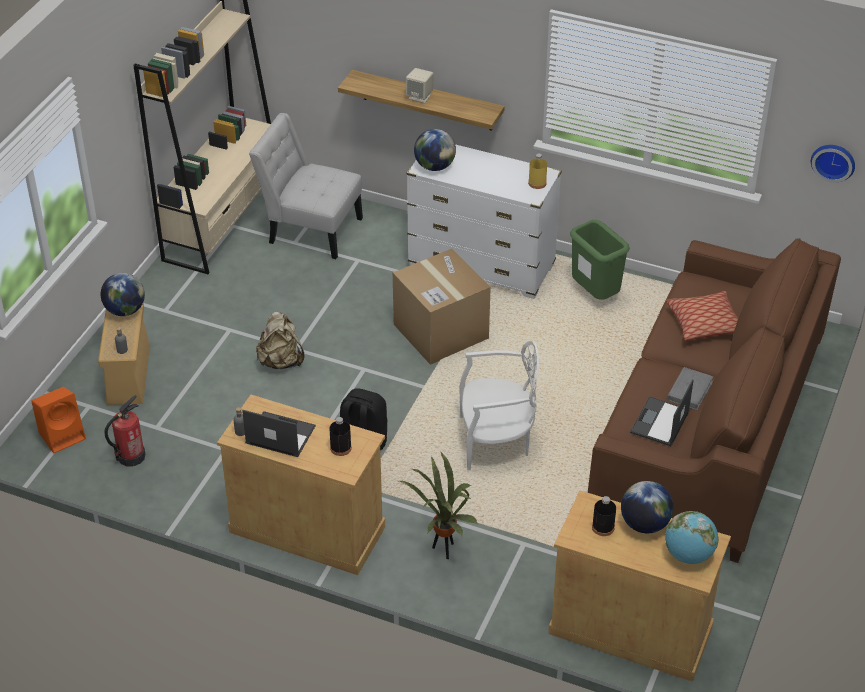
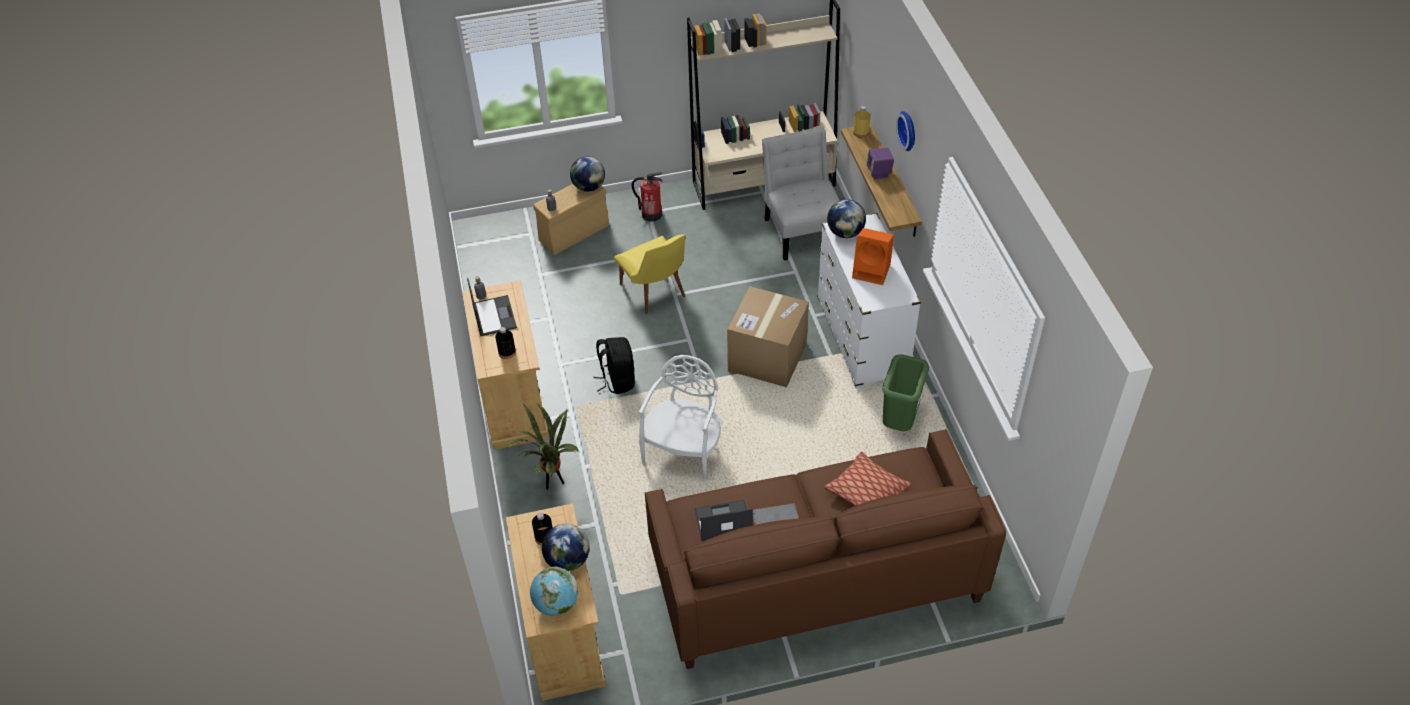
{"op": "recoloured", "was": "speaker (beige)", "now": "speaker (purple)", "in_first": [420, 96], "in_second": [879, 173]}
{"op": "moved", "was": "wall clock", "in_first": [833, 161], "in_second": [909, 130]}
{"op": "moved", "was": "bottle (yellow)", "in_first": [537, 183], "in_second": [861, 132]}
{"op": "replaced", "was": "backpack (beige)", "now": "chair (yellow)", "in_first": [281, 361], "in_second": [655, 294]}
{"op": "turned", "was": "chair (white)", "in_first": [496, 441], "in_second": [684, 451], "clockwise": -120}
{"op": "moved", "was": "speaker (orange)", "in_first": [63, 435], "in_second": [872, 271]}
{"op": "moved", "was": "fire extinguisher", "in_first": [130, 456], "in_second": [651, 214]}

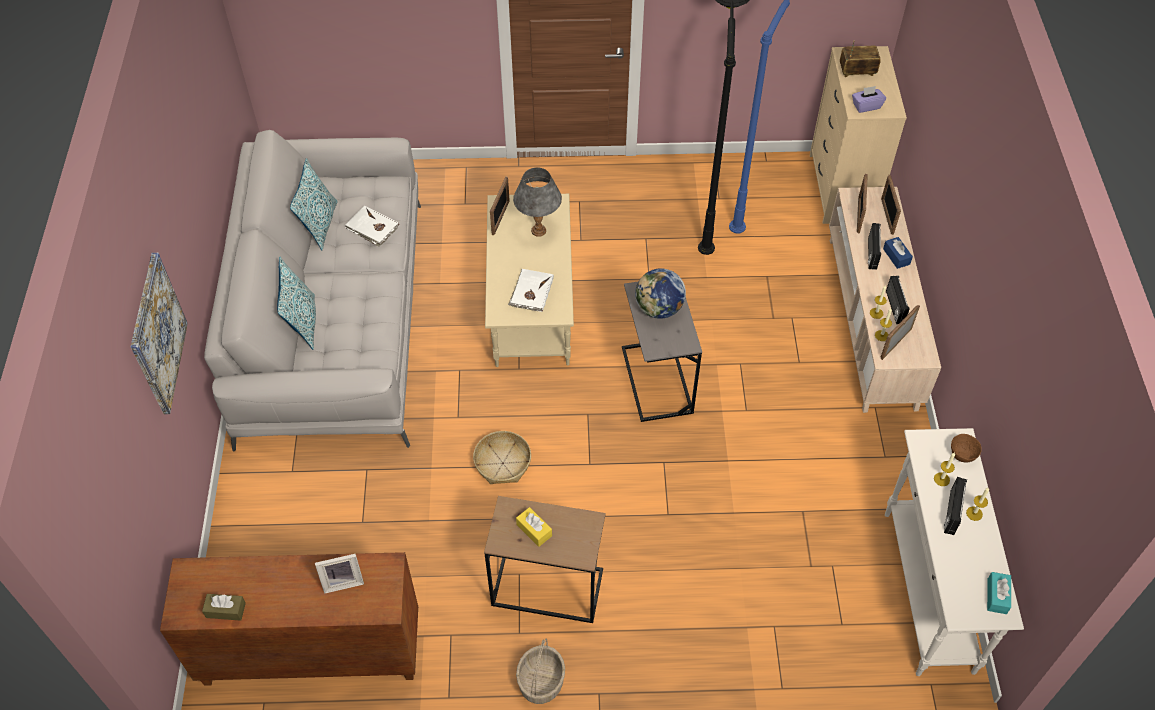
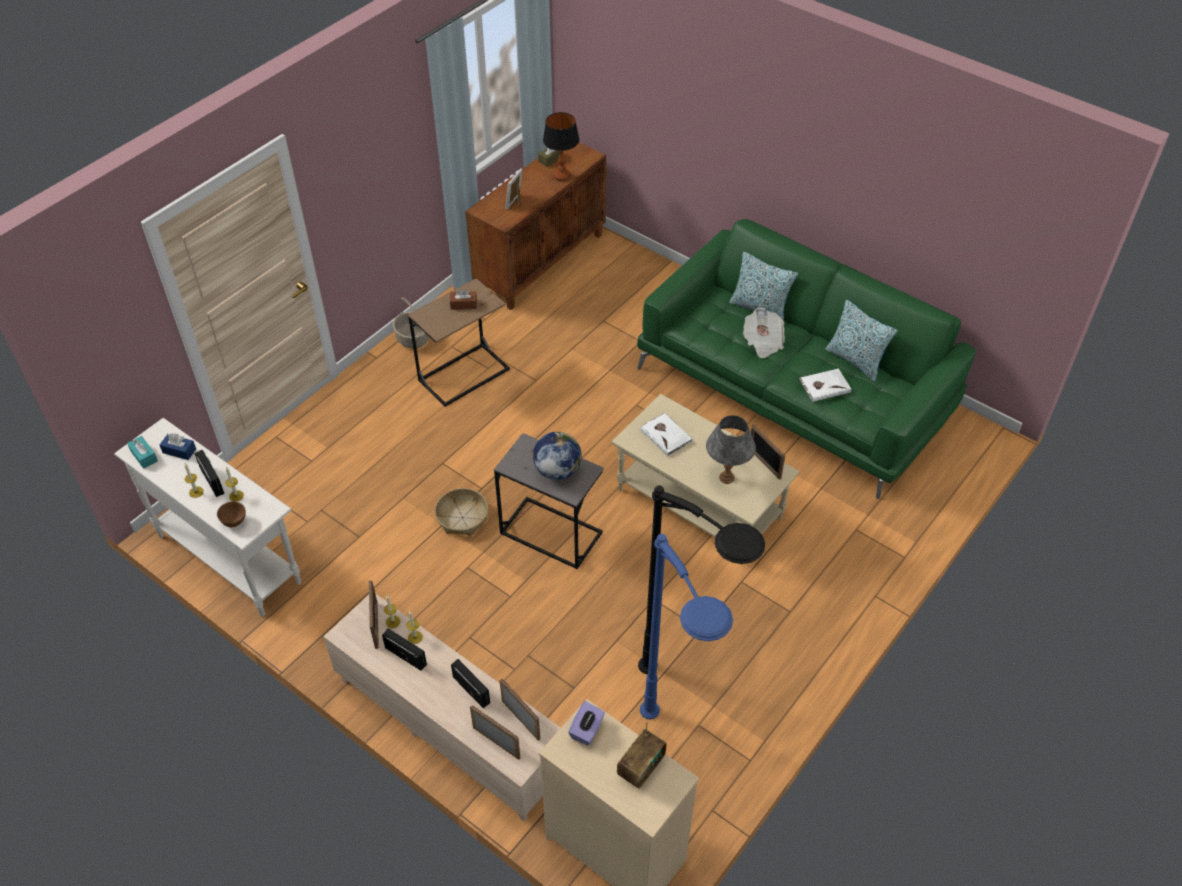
{"op": "recoloured", "was": "sofa (grey)", "now": "sofa (green)", "in_first": [334, 317], "in_second": [795, 389]}
{"op": "moved", "was": "tissue box (blue)", "in_first": [896, 256], "in_second": [179, 451]}
{"op": "removed", "was": "picture", "in_first": [157, 334]}
{"op": "moved", "was": "basket", "in_first": [502, 463], "in_second": [462, 517]}
{"op": "recoloured", "was": "tissue box (yellow)", "now": "tissue box (brown)", "in_first": [534, 530], "in_second": [463, 304]}
{"op": "added", "now": "table lamp", "in_second": [561, 176]}
{"op": "added", "now": "newspaper", "in_second": [763, 342]}

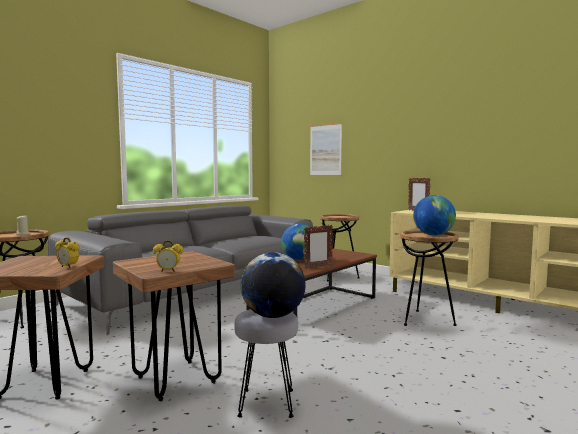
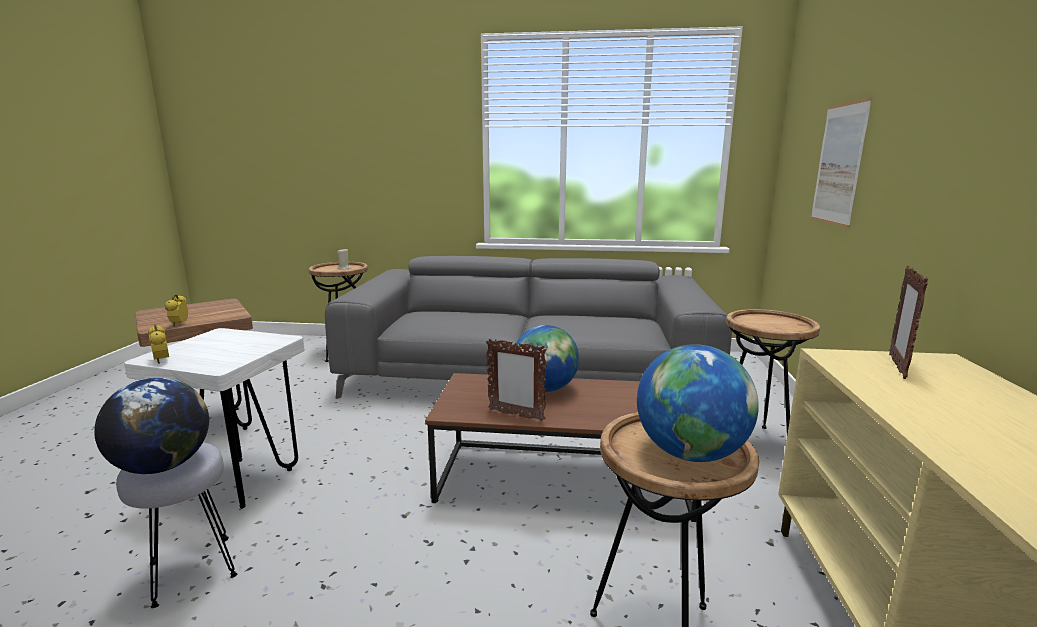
{"op": "recoloured", "was": "stool (brown)", "now": "stool (white)", "in_first": [176, 379], "in_second": [241, 481]}

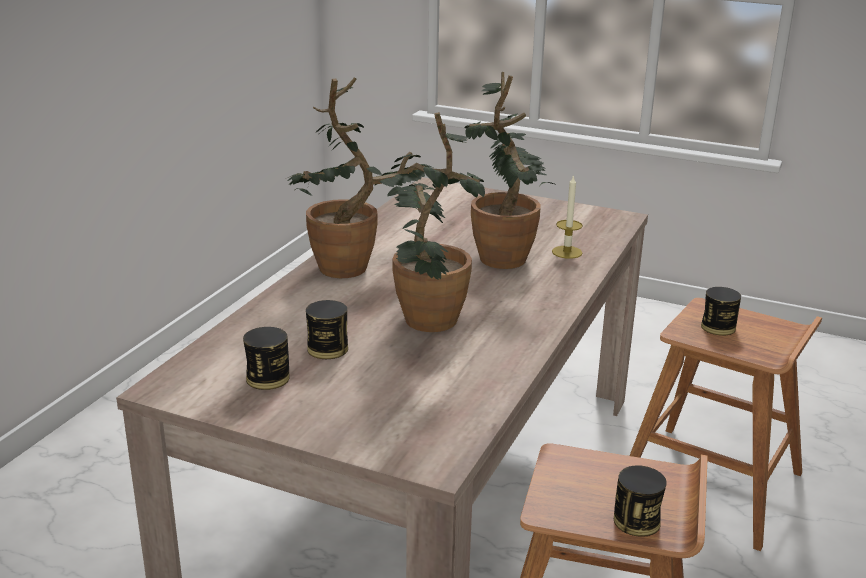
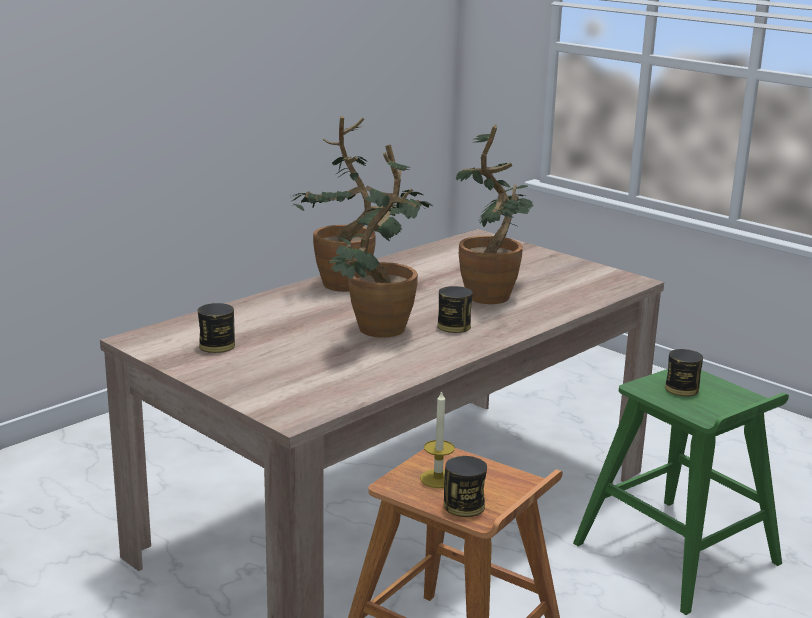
{"op": "moved", "was": "candle", "in_first": [567, 252], "in_second": [438, 479]}
{"op": "recoloured", "was": "stool (brown)", "now": "stool (green)", "in_first": [712, 485], "in_second": [678, 554]}
{"op": "moved", "was": "can", "in_first": [327, 349], "in_second": [454, 326]}

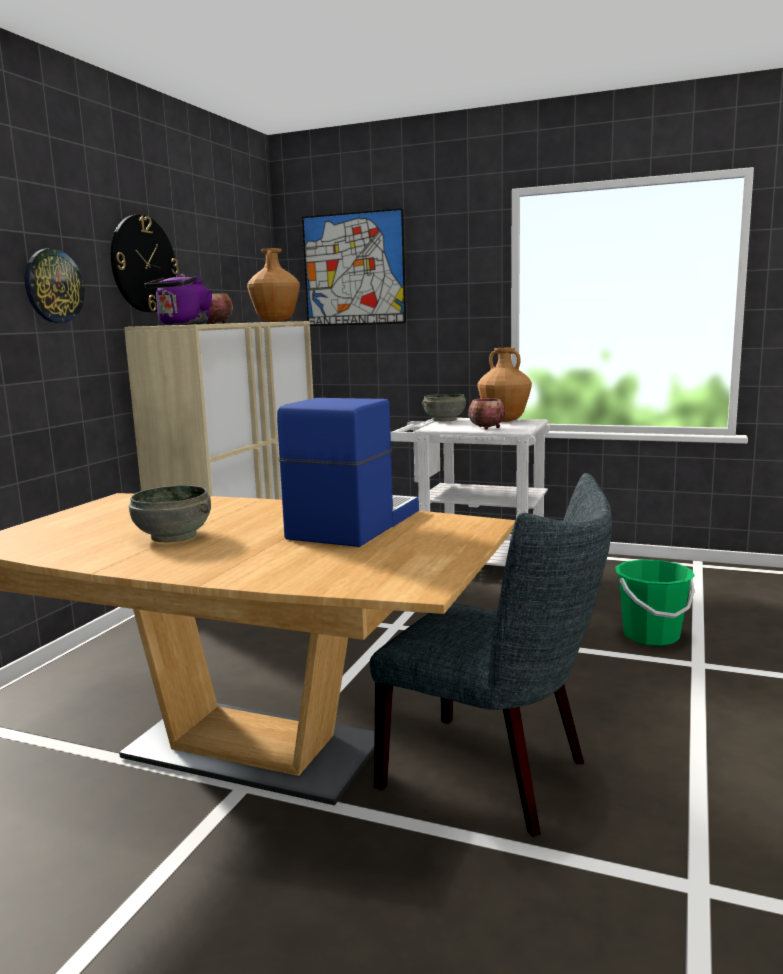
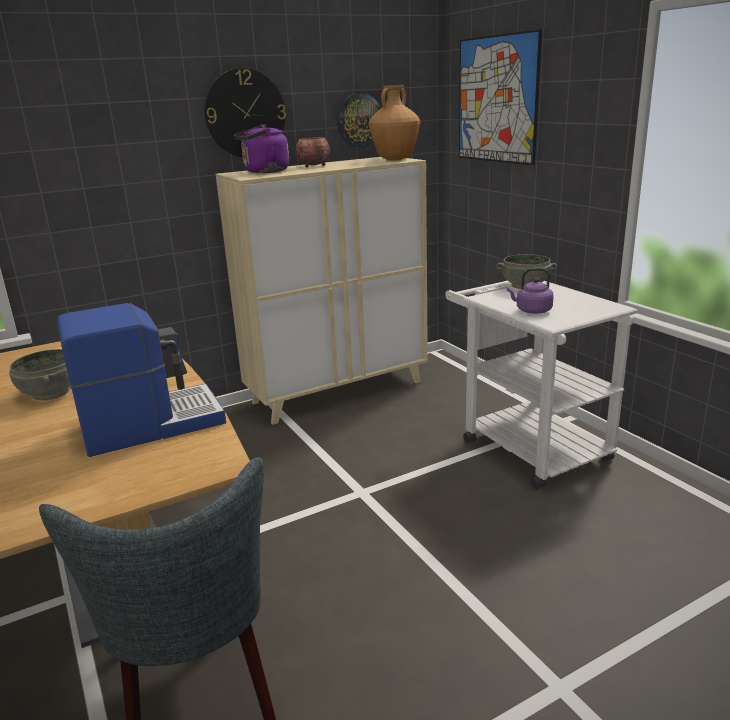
{"op": "moved", "was": "wall clock", "in_first": [53, 286], "in_second": [359, 120]}
{"op": "removed", "was": "vase (brown)", "in_first": [504, 420]}
{"op": "replaced", "was": "bowl", "now": "kettle (purple)", "in_first": [486, 428], "in_second": [531, 311]}
{"op": "removed", "was": "bucket (green)", "in_first": [651, 636]}

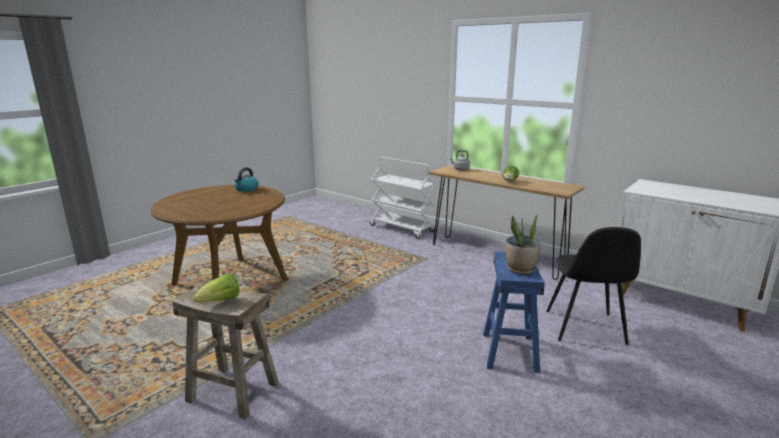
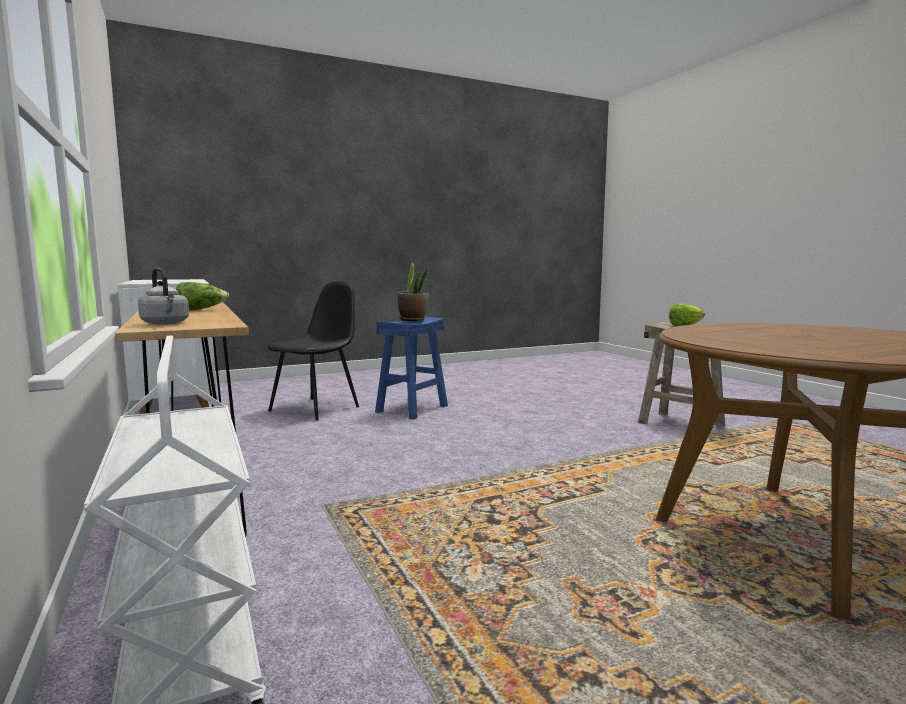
{"op": "removed", "was": "kettle", "in_first": [246, 189]}

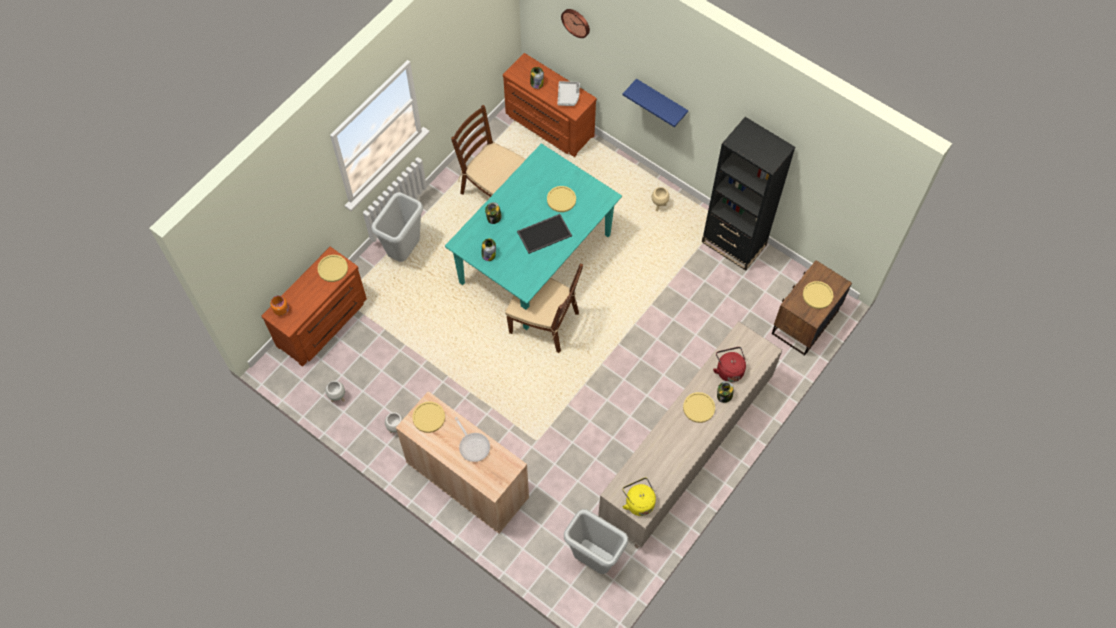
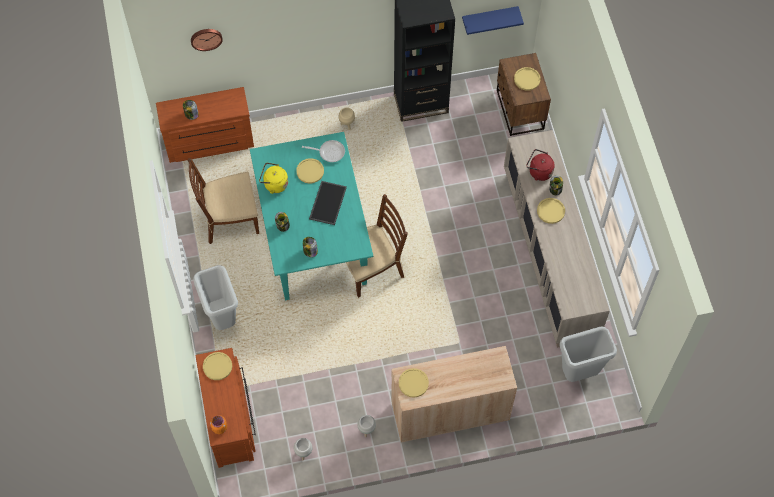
{"op": "moved", "was": "shelf (blue)", "in_first": [661, 101], "in_second": [489, 17]}
{"op": "removed", "was": "tray (grey)", "in_first": [568, 96]}
{"op": "moved", "was": "frying pan", "in_first": [473, 445], "in_second": [329, 152]}
{"op": "moved", "was": "kettle (yellow)", "in_first": [638, 502], "in_second": [274, 184]}

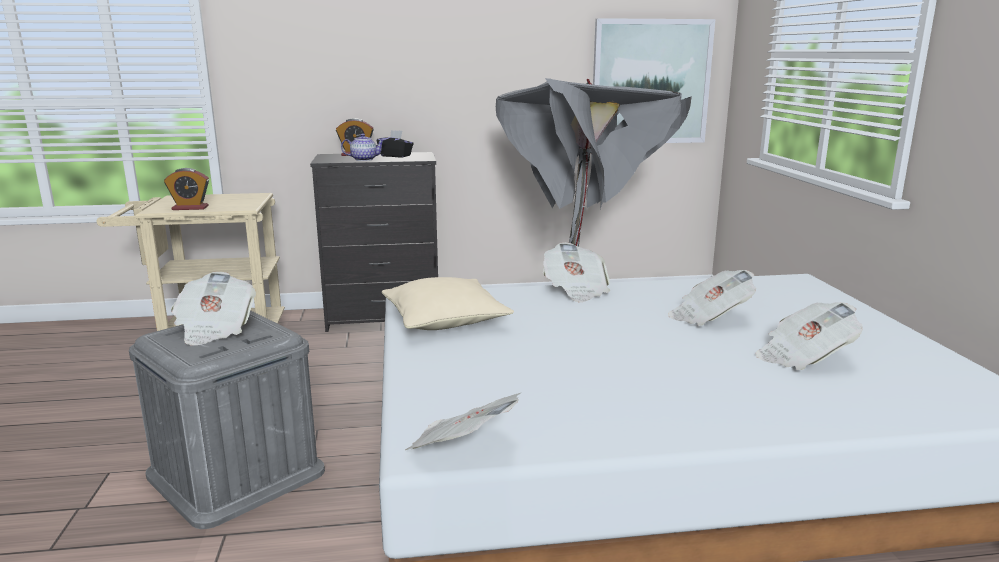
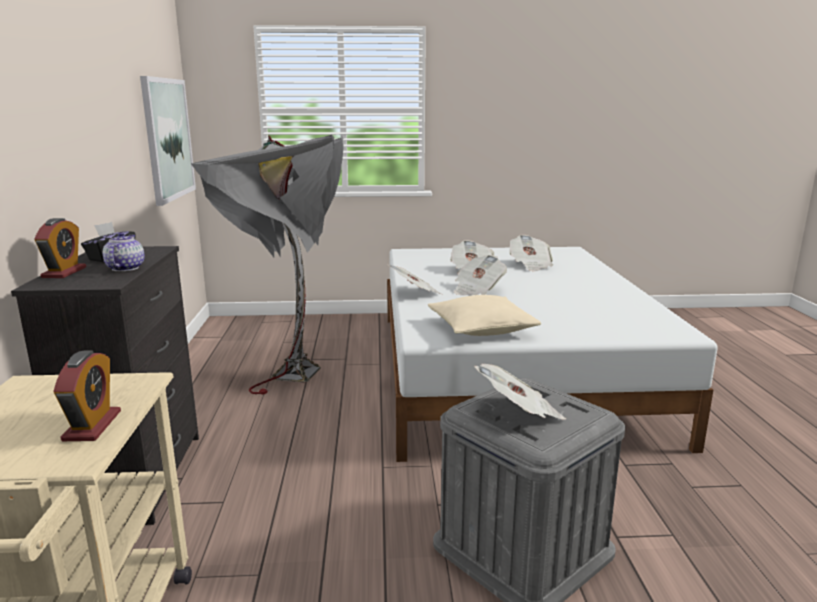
{"op": "moved", "was": "newspaper", "in_first": [463, 449], "in_second": [477, 290]}

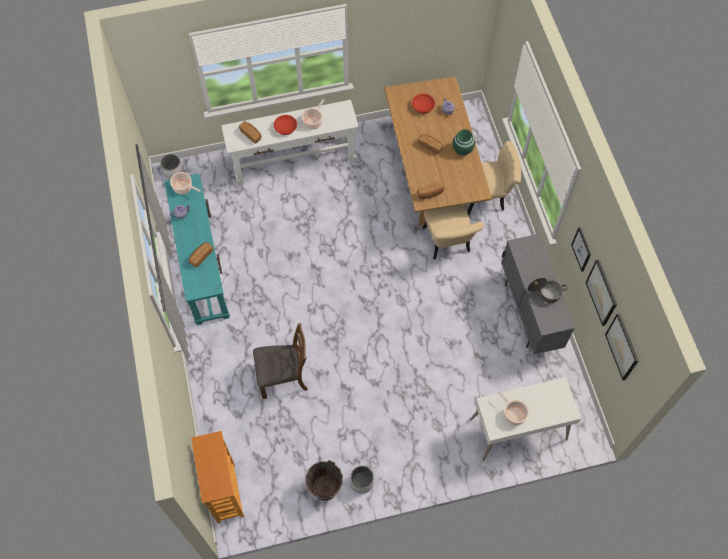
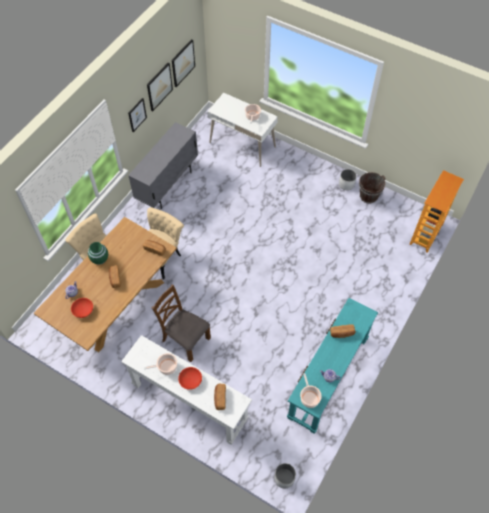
{"op": "removed", "was": "cooking pot", "in_first": [544, 292]}
{"op": "moved", "was": "chair (brown)", "in_first": [283, 377], "in_second": [185, 339]}

